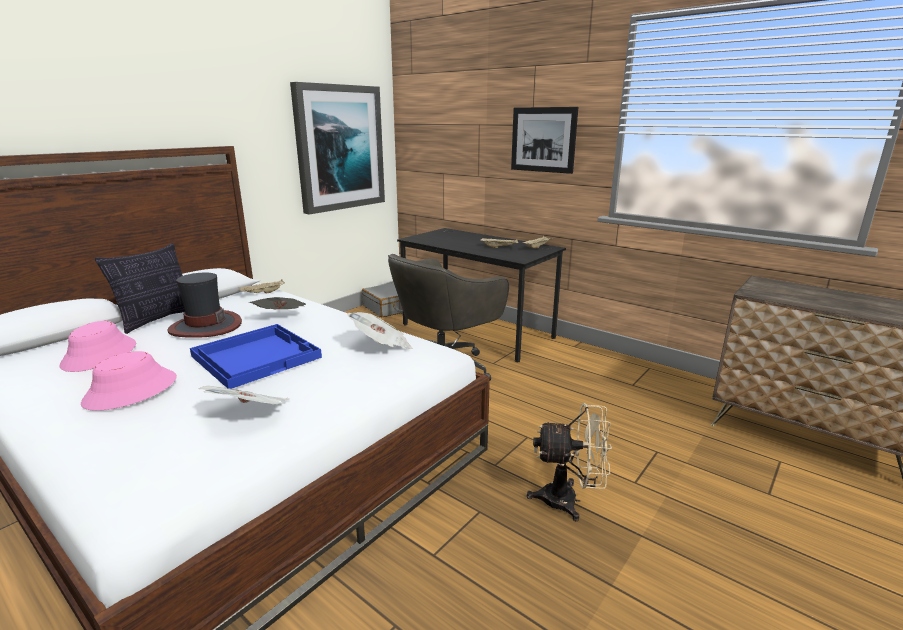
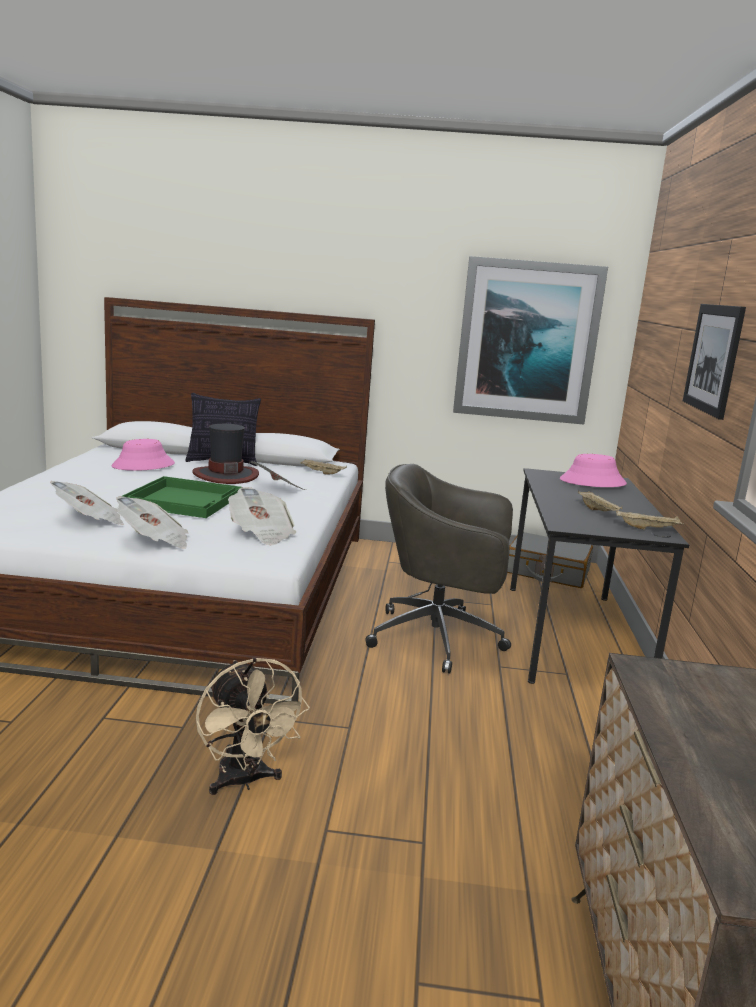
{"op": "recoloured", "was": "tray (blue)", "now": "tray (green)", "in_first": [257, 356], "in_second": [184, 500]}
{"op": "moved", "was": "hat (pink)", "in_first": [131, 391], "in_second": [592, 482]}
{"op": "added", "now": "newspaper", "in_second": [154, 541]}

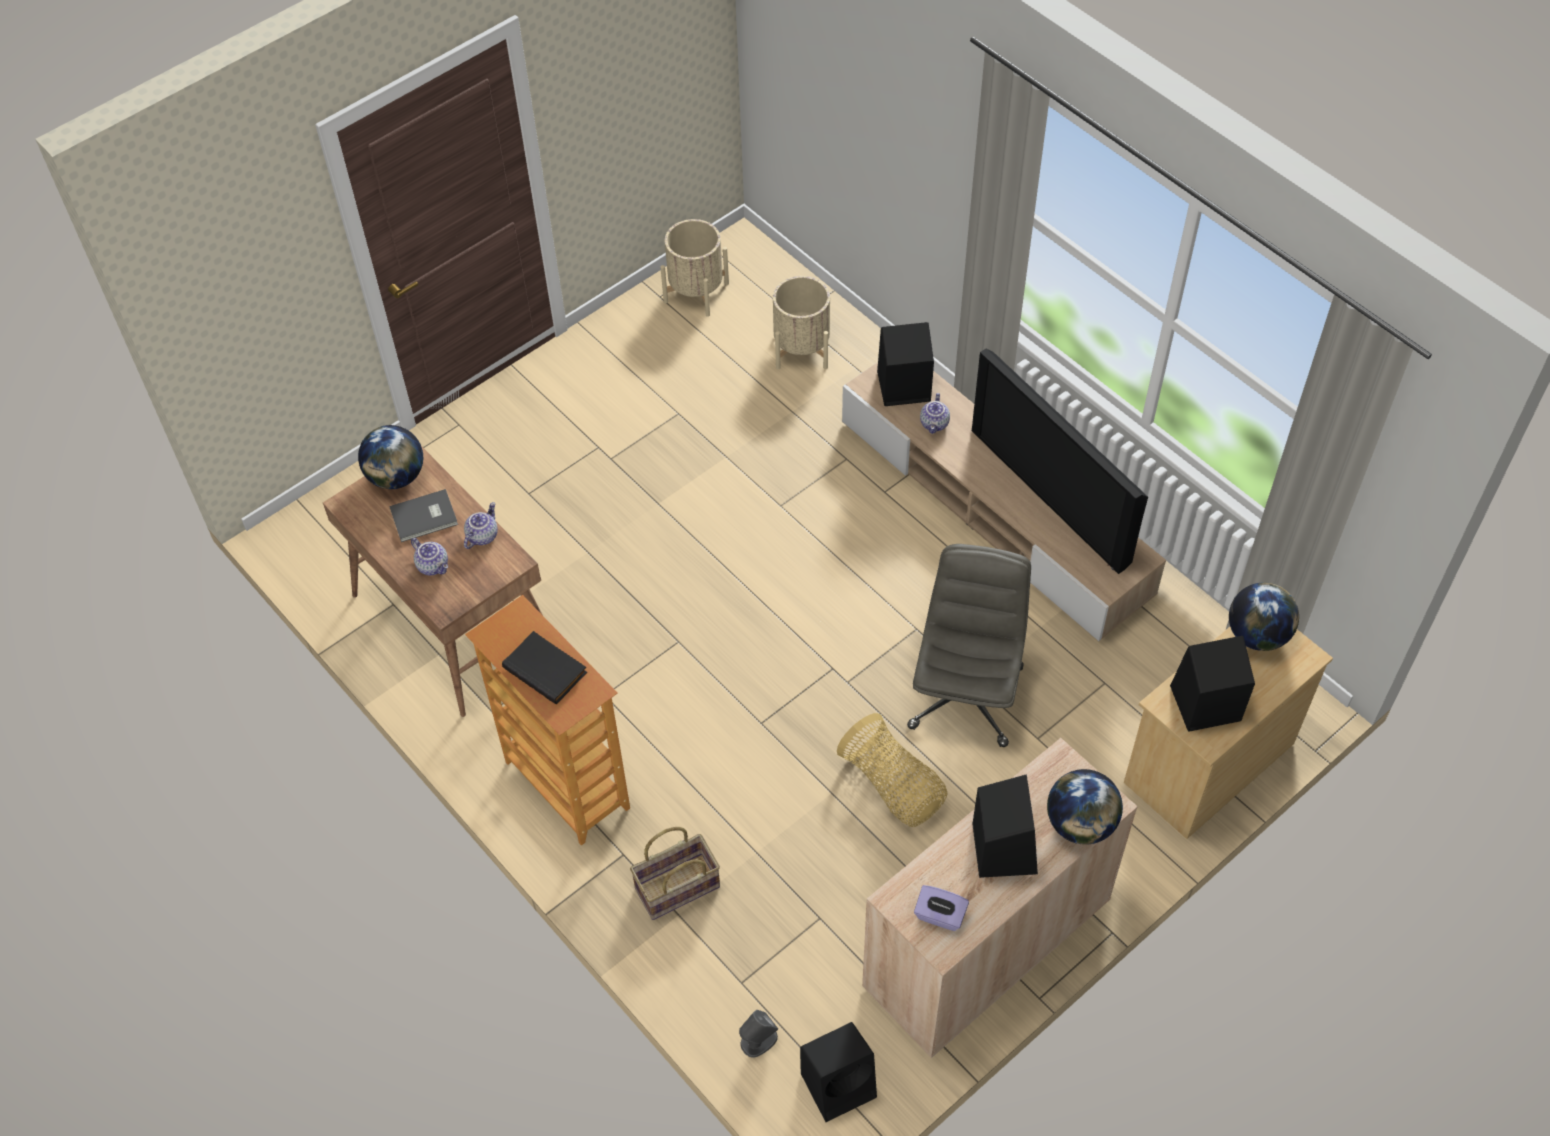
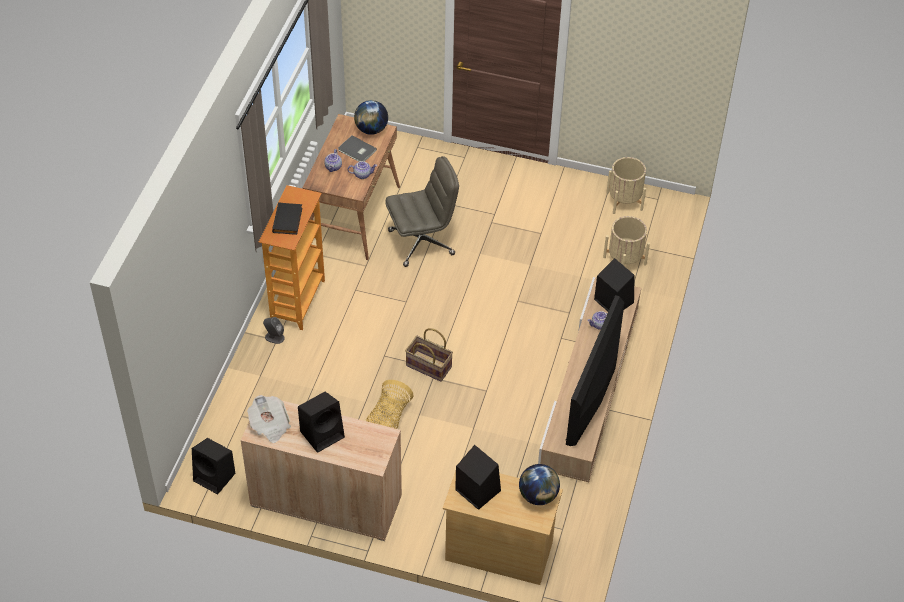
{"op": "moved", "was": "office chair (grey)", "in_first": [965, 695], "in_second": [422, 242]}
{"op": "removed", "was": "globe", "in_first": [1080, 824]}
{"op": "moved", "was": "basket", "in_first": [677, 889], "in_second": [428, 367]}
{"op": "replaced", "was": "tissue box (purple)", "now": "newspaper", "in_first": [939, 916], "in_second": [270, 425]}
{"op": "moved", "was": "speaker (grey)", "in_first": [758, 1041], "in_second": [274, 337]}

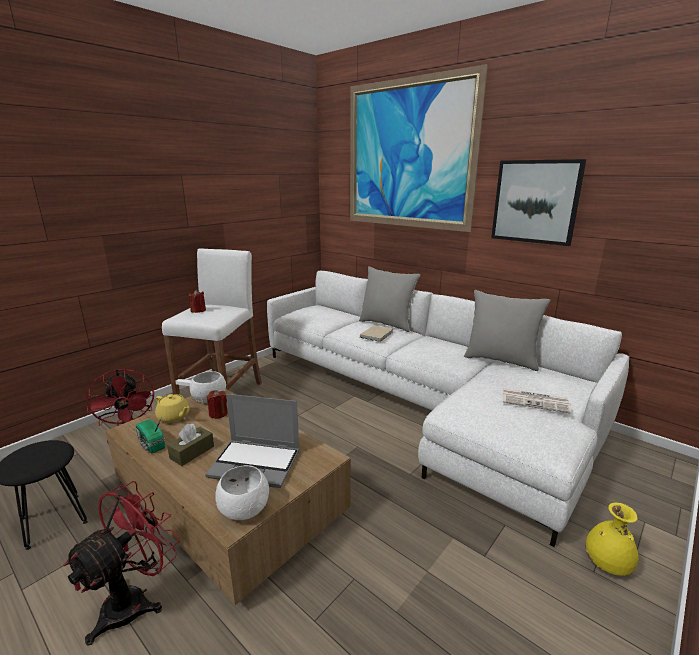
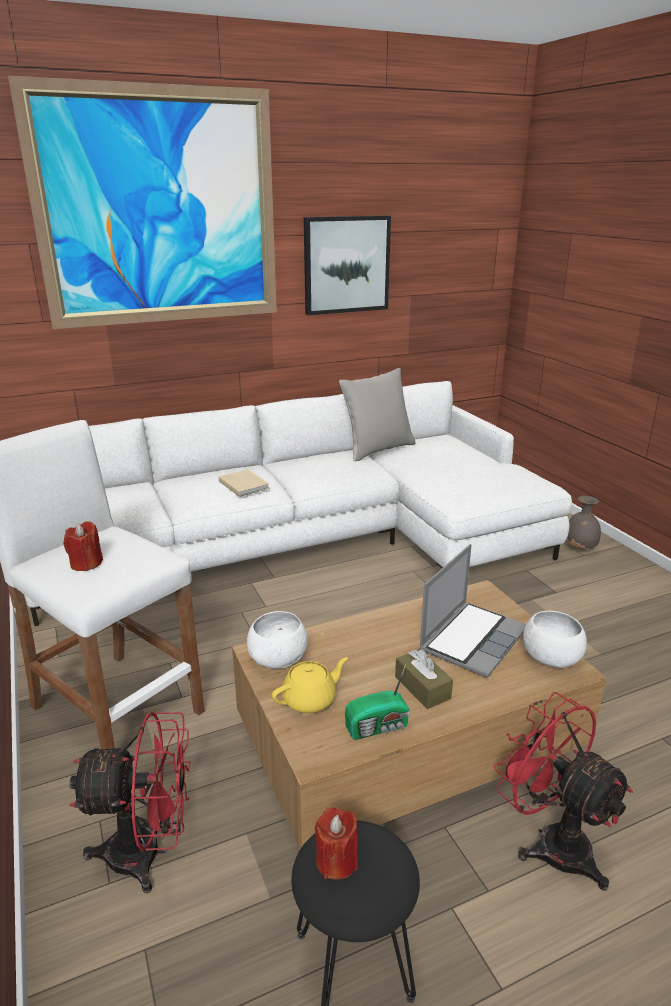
{"op": "removed", "was": "pillow (grey)", "in_first": [387, 324]}
{"op": "removed", "was": "newspaper", "in_first": [535, 401]}
{"op": "moved", "was": "candle (red)", "in_first": [218, 414], "in_second": [336, 861]}
{"op": "recoloured", "was": "vase (yellow)", "now": "vase (grey)", "in_first": [606, 566], "in_second": [580, 548]}

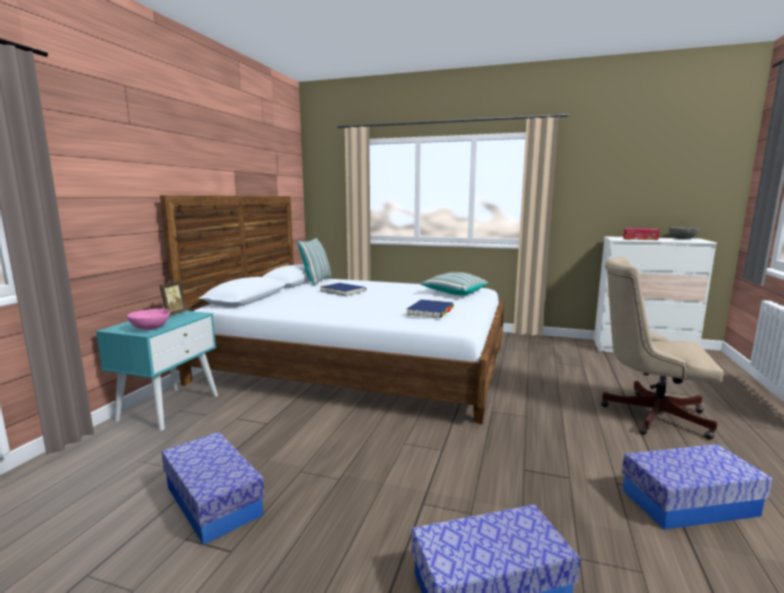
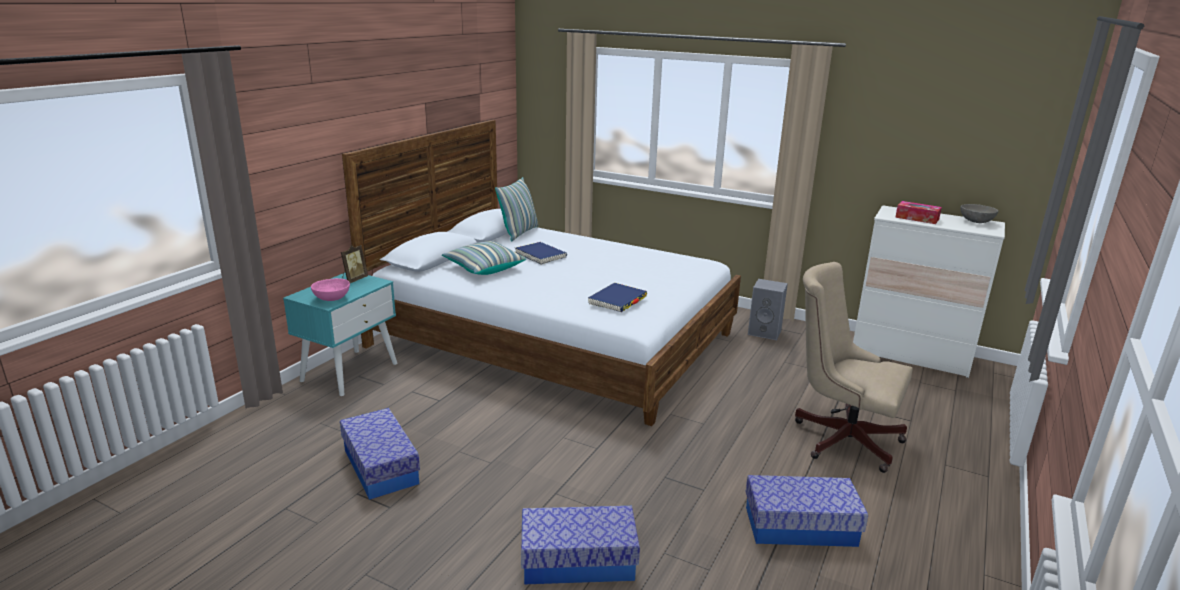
{"op": "moved", "was": "pillow", "in_first": [454, 293], "in_second": [484, 268]}
{"op": "added", "now": "speaker (grey)", "in_second": [765, 332]}

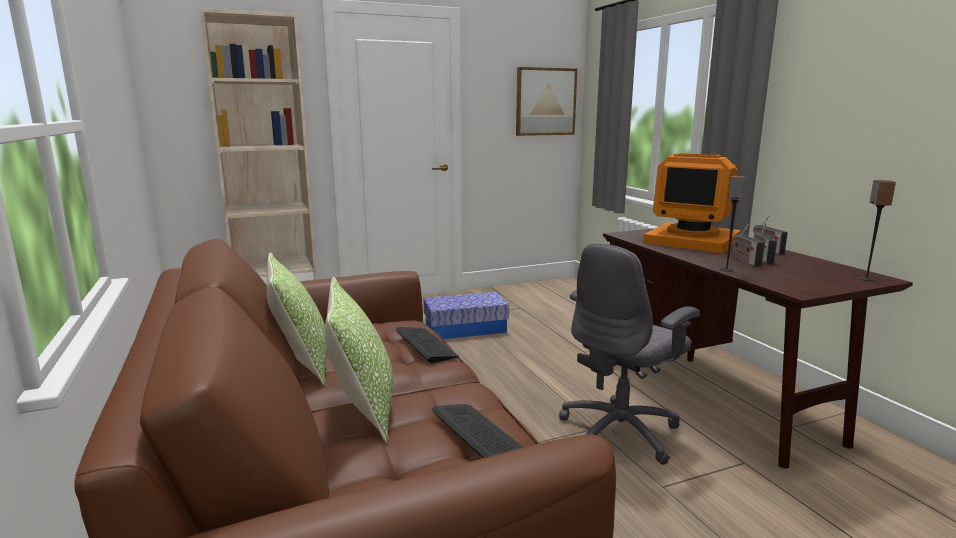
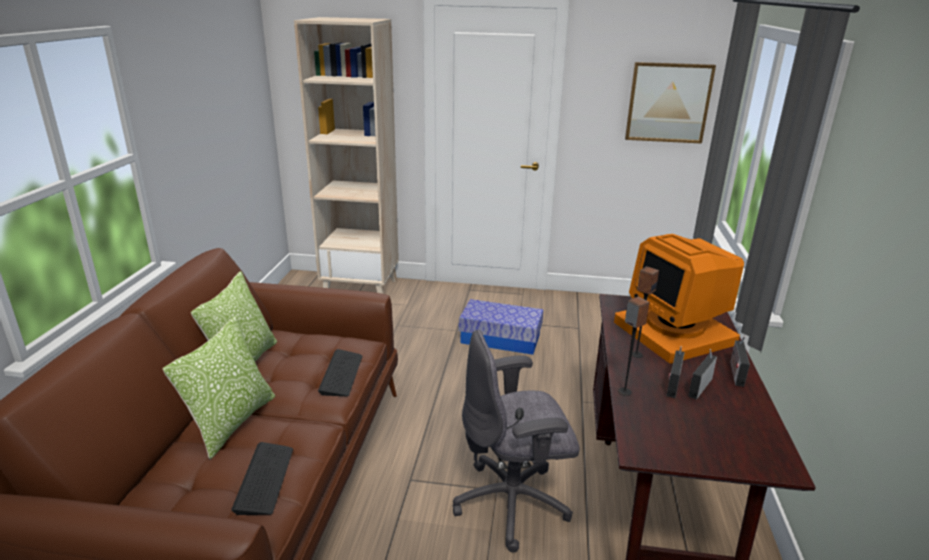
{"op": "moved", "was": "speaker", "in_first": [866, 279], "in_second": [636, 354]}

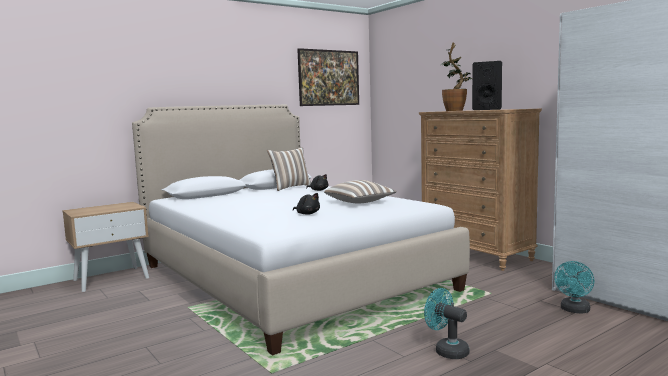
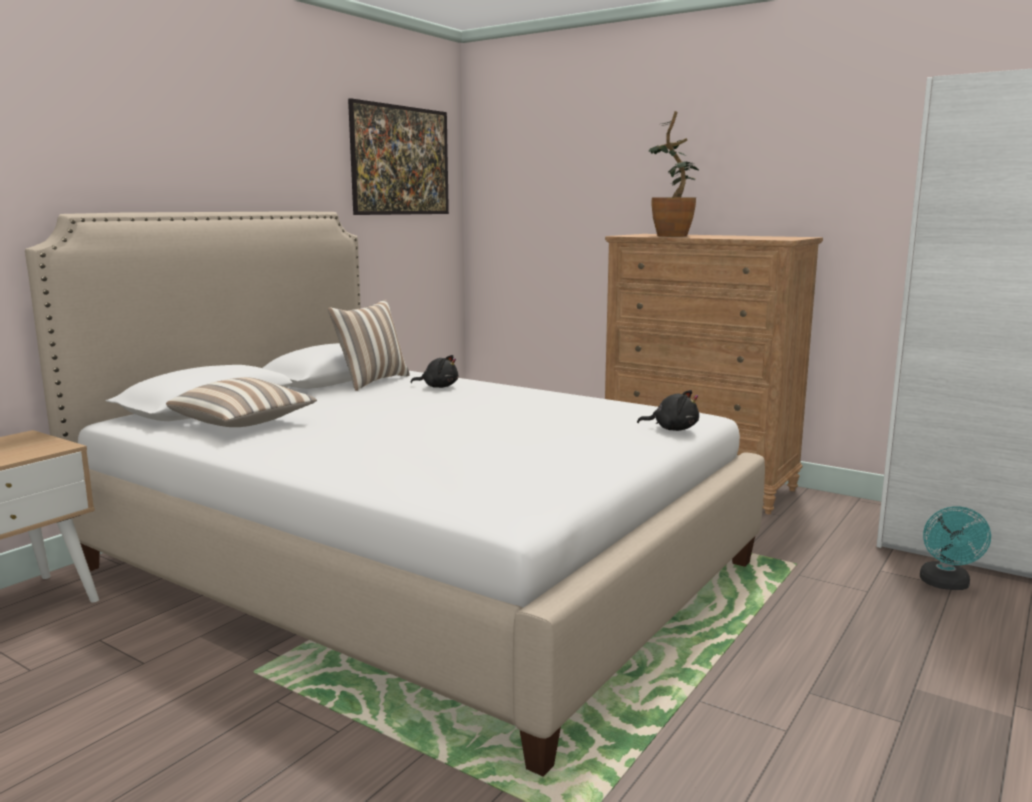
{"op": "removed", "was": "speaker (black)", "in_first": [487, 109]}
{"op": "moved", "was": "pillow", "in_first": [360, 202], "in_second": [244, 424]}
{"op": "moved", "was": "plush toy (black)", "in_first": [307, 214], "in_second": [672, 429]}
{"op": "removed", "was": "fan (turquoise)", "in_first": [447, 350]}

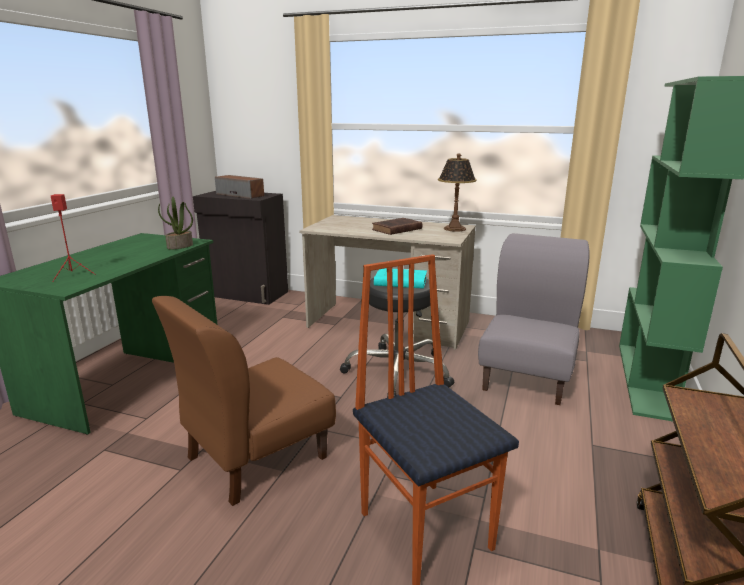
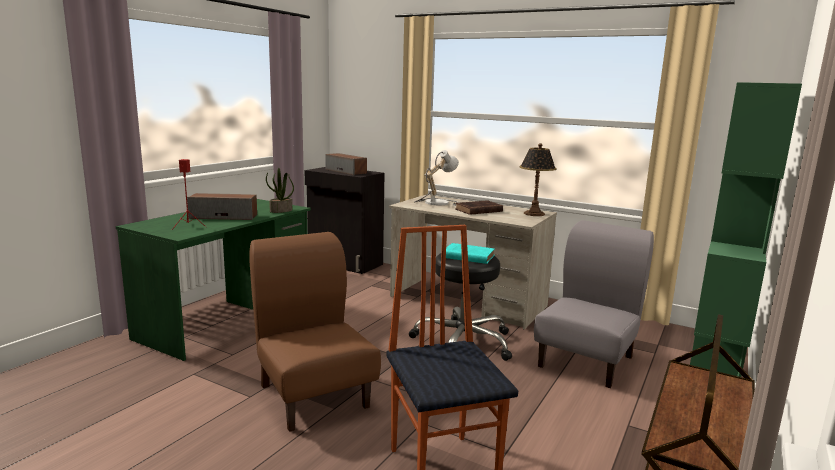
{"op": "turned", "was": "chair (brown)", "in_first": [255, 457], "in_second": [314, 395], "clockwise": 90}
{"op": "added", "now": "table lamp", "in_second": [435, 202]}
{"op": "added", "now": "speaker", "in_second": [224, 216]}

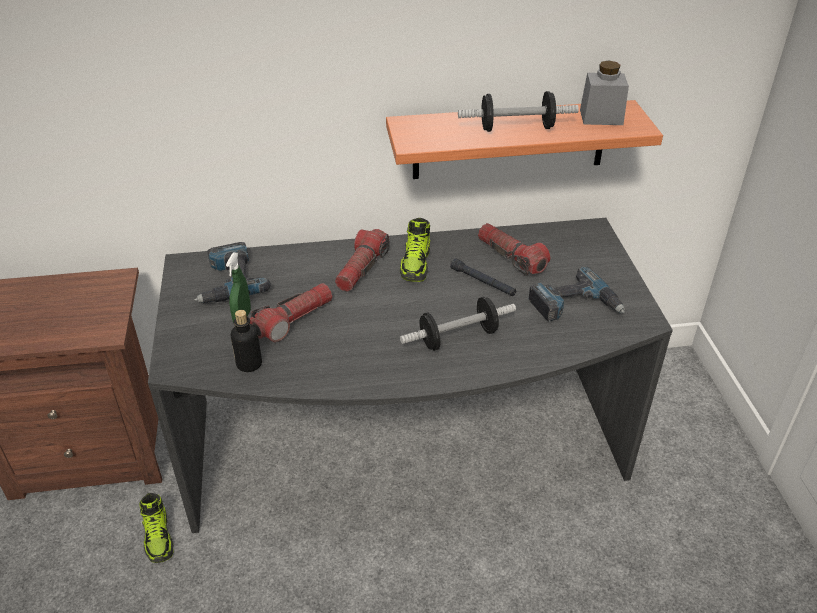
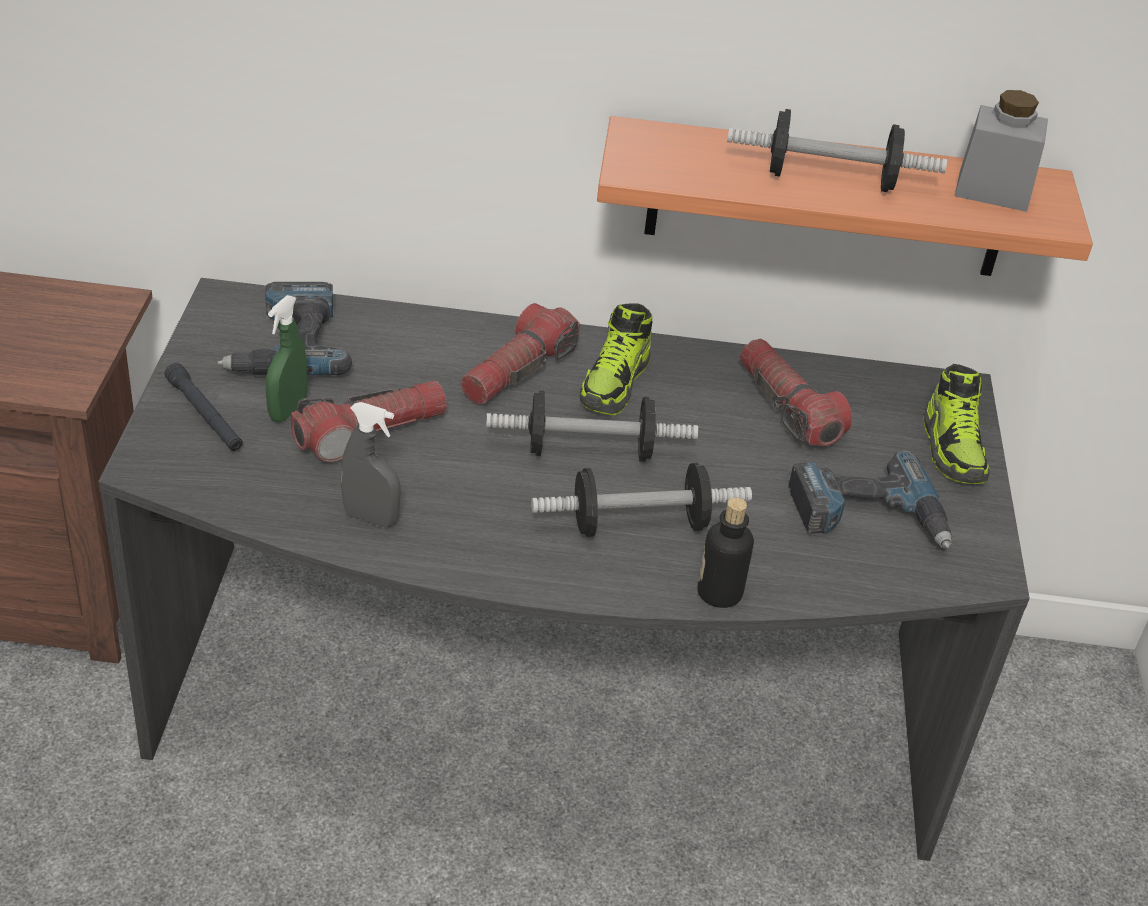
{"op": "moved", "was": "flashlight (black)", "in_first": [483, 282], "in_second": [205, 415]}
{"op": "moved", "was": "bottle", "in_first": [249, 364], "in_second": [719, 593]}
{"op": "moved", "was": "shoe", "in_first": [159, 537], "in_second": [953, 450]}
{"op": "added", "now": "dumbbell", "in_second": [589, 451]}
{"op": "added", "now": "spray bottle (grey)", "in_second": [370, 518]}

